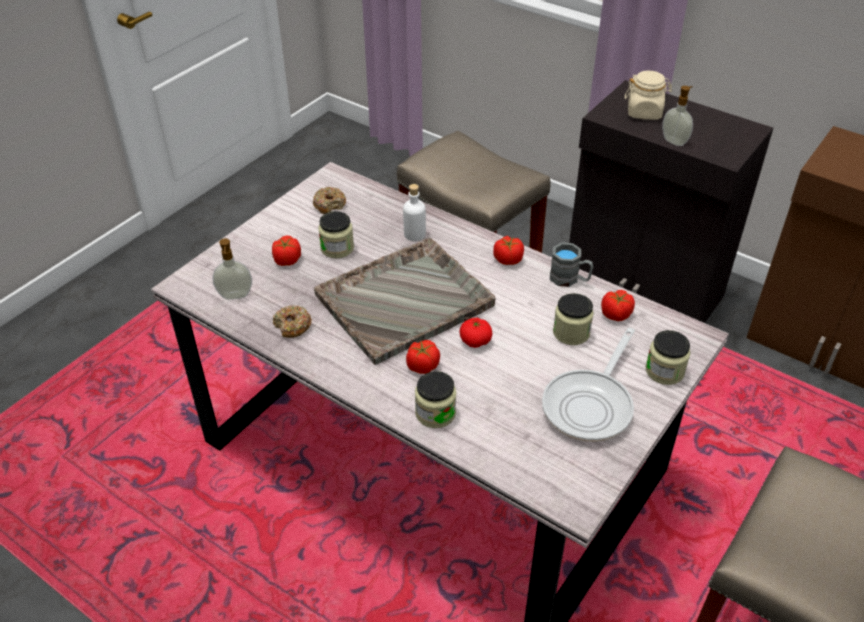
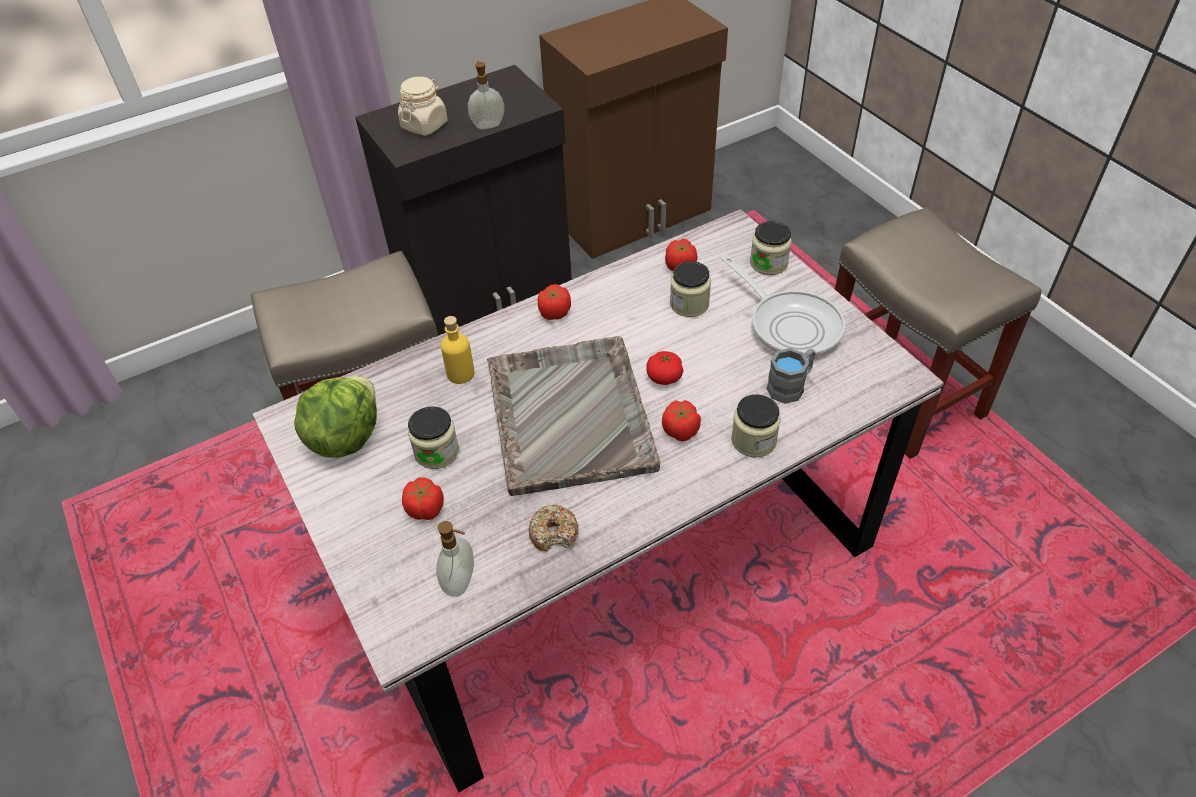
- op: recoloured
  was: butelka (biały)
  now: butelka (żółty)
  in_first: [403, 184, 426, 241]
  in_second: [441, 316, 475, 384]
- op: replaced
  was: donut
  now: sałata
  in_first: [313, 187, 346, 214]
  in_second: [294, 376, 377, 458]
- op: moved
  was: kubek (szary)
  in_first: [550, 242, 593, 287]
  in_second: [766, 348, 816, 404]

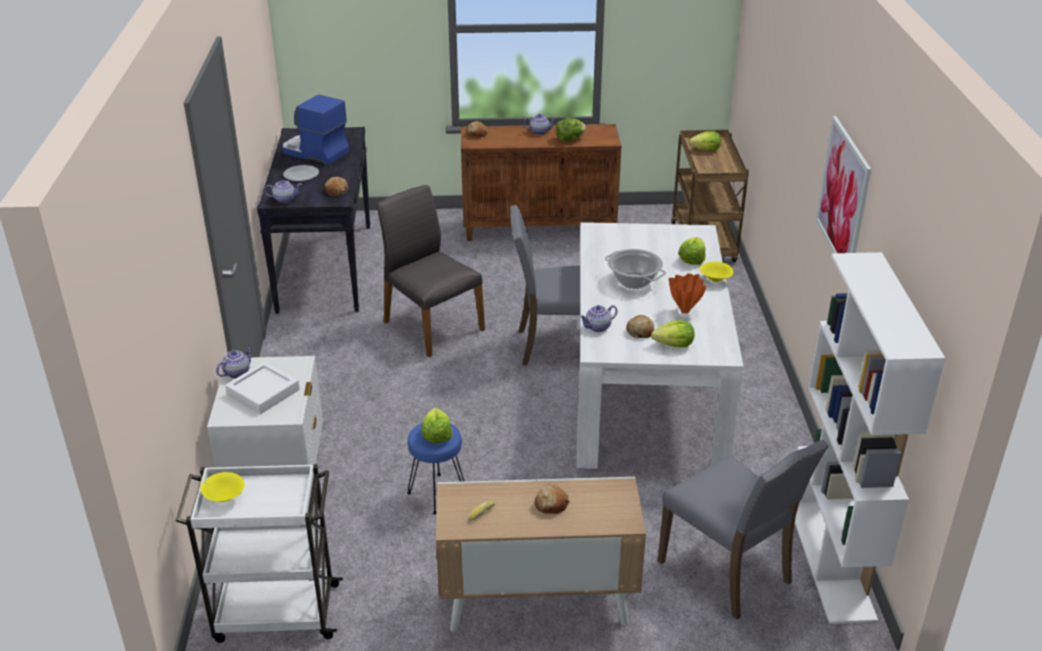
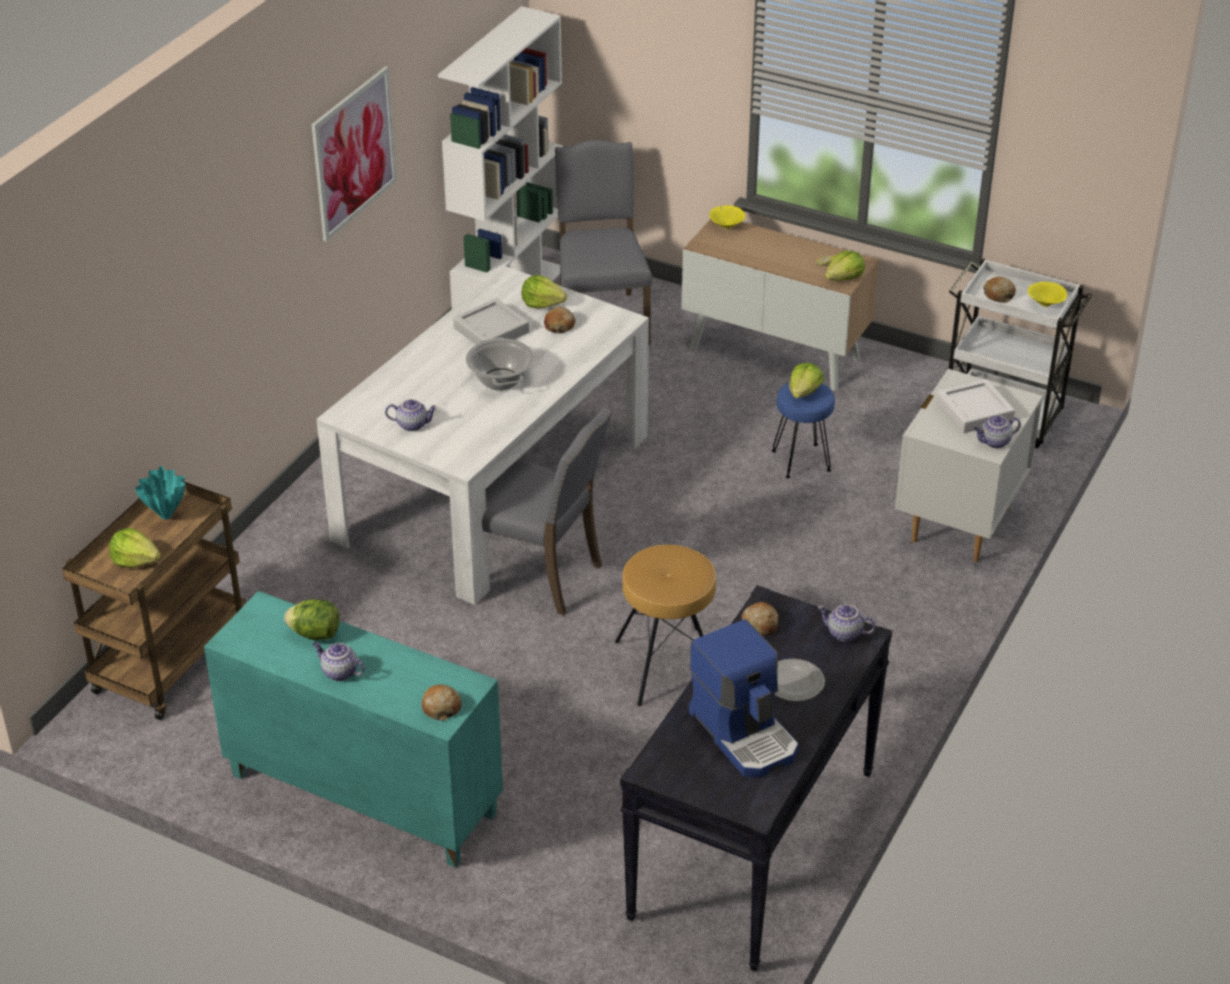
- op: recoloured
  was: szafka (brązowy)
  now: szafka (turkusowy)
  in_first: [461, 124, 622, 241]
  in_second: [204, 591, 503, 868]
- op: replaced
  was: krzesło (szary)
  now: stołek (brązowy)
  in_first: [377, 185, 485, 357]
  in_second: [615, 545, 716, 706]
- op: moved
  was: sałata
  in_first: [678, 237, 706, 264]
  in_second: [825, 251, 865, 281]
- op: moved
  was: miska (żółty)
  in_first: [700, 262, 733, 282]
  in_second: [709, 205, 745, 229]
- op: replaced
  was: wazon (pomarańczowy)
  now: taca (szary)
  in_first: [669, 273, 706, 314]
  in_second: [453, 298, 530, 344]
- op: moved
  was: imbryk
  in_first: [580, 305, 618, 332]
  in_second: [385, 399, 438, 431]
- op: moved
  was: chleb
  in_first: [535, 484, 570, 514]
  in_second: [983, 277, 1016, 303]
- op: added
  now: wazon (turkusowy)
  in_second: [135, 466, 185, 520]

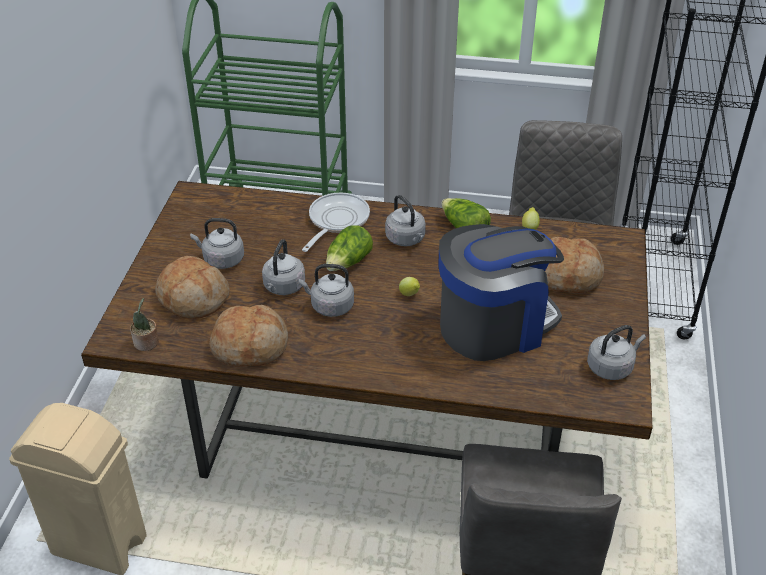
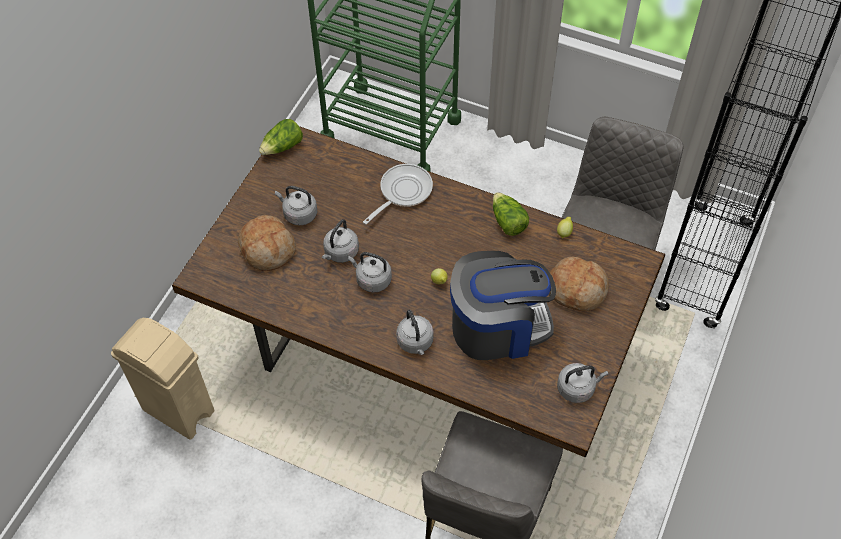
- op: moved
  was: czajnik (szary)
  in_first: [385, 195, 426, 246]
  in_second: [396, 310, 434, 355]
- op: moved
  was: sałata
  in_first: [326, 225, 373, 271]
  in_second: [259, 119, 303, 155]
- op: removed
  was: roślina doniczkowa
  in_first: [130, 298, 159, 351]
- op: removed
  was: chleb
  in_first: [209, 305, 288, 366]

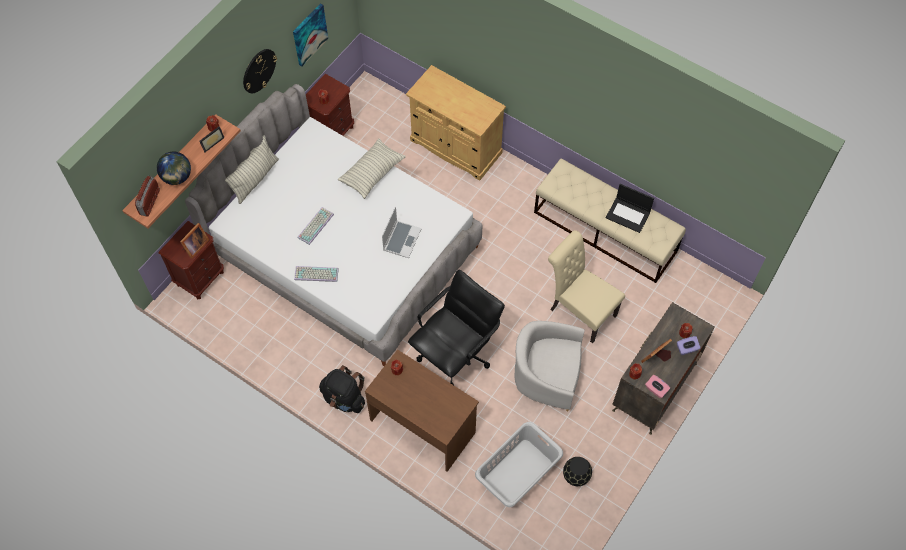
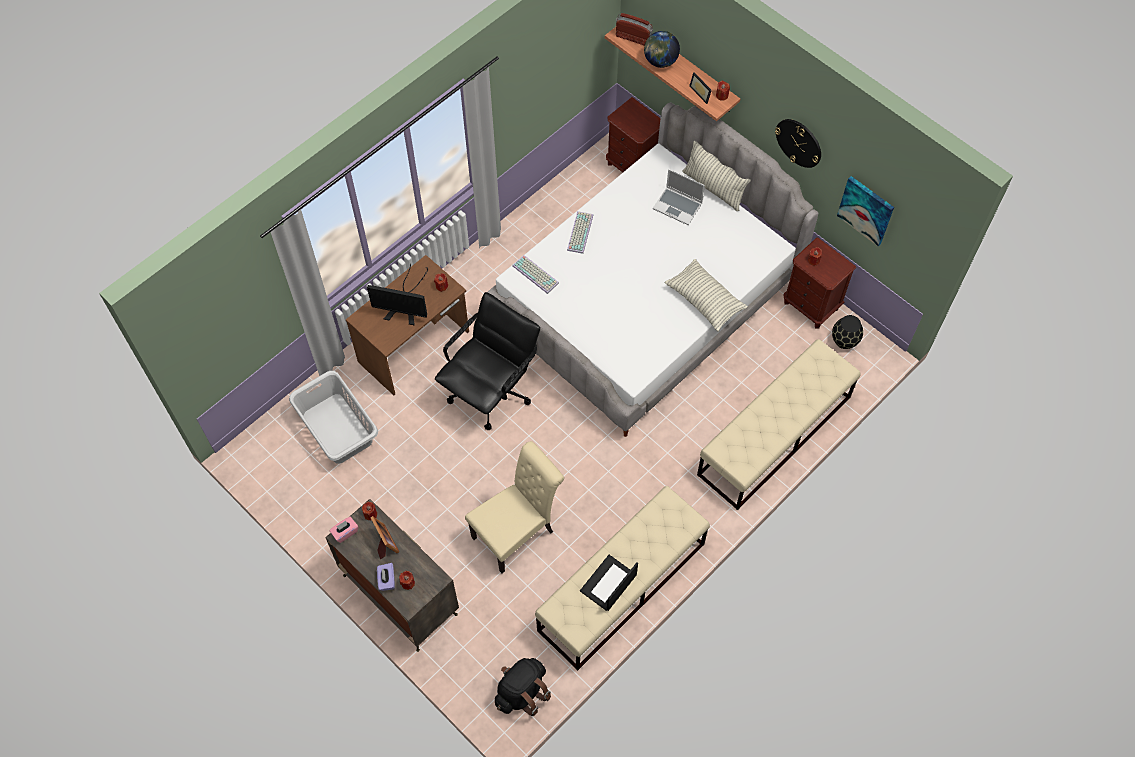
- op: replaced
  was: szafka (beżowy)
  now: ławka (beżowy)
  in_first: [406, 65, 506, 181]
  in_second: [697, 339, 861, 510]
- op: moved
  was: klawiatura
  in_first: [297, 207, 334, 245]
  in_second: [512, 255, 559, 294]
- op: moved
  was: laptop
  in_first: [382, 207, 422, 258]
  in_second: [653, 169, 705, 225]
- op: removed
  was: ramka na zdjęcie
  in_first: [180, 223, 209, 259]
- op: turned
  was: krzesło biurowe (czarny)
  in_first: [408, 270, 505, 385]
  in_second: [435, 292, 540, 430]
  clockwise: -105
- op: removed
  was: fotel (biały)
  in_first: [515, 321, 585, 411]
- op: moved
  was: plecak (czarny)
  in_first: [319, 365, 365, 413]
  in_second: [495, 658, 551, 716]
- op: moved
  was: wazon (czarny)
  in_first: [563, 457, 592, 486]
  in_second: [832, 315, 863, 349]
- op: added
  now: monitor
  in_second: [367, 264, 428, 326]

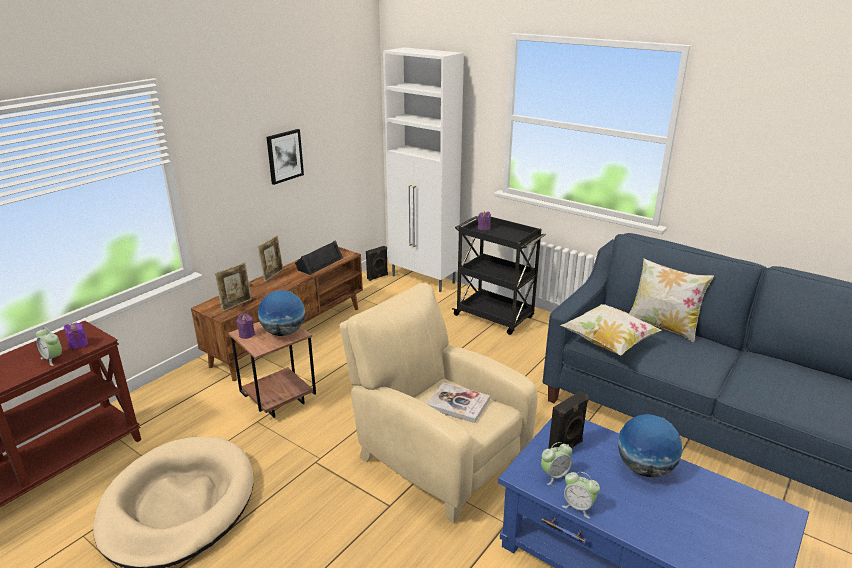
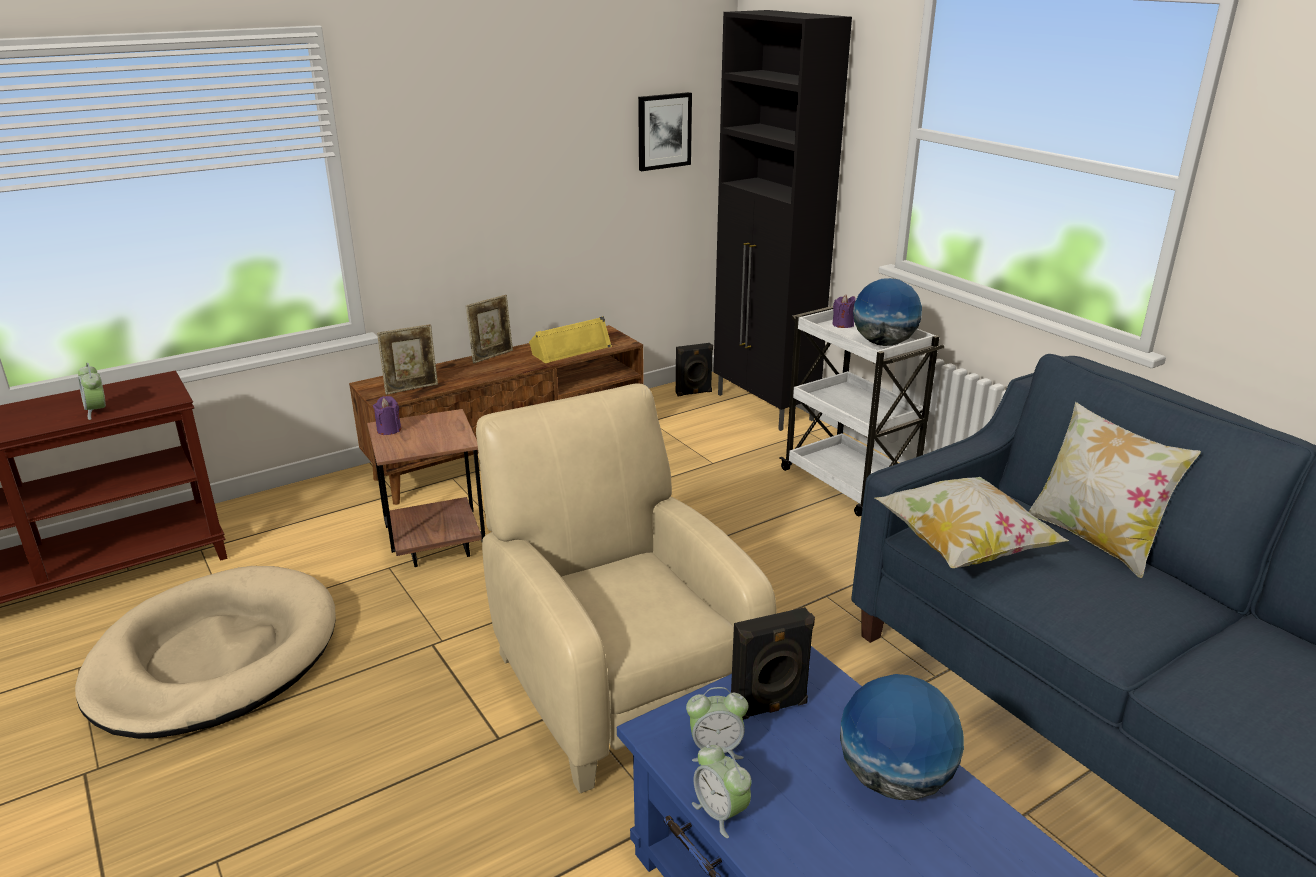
- op: recoloured
  was: szafka (biały)
  now: szafka (czarny)
  in_first: [383, 47, 464, 292]
  in_second: [714, 10, 852, 431]
- op: moved
  was: obraz
  in_first: [267, 129, 304, 185]
  in_second: [638, 92, 692, 171]
- op: recoloured
  was: wózek (czarny)
  now: wózek (biały)
  in_first: [452, 216, 546, 335]
  in_second: [779, 306, 944, 516]
- op: recoloured
  was: głośnik (czarny)
  now: głośnik (żółty)
  in_first: [295, 240, 343, 275]
  in_second: [529, 316, 612, 363]
- op: moved
  was: globus
  in_first: [258, 290, 305, 336]
  in_second: [853, 278, 922, 346]
- op: removed
  was: świeca (fioletowy)
  in_first: [64, 323, 88, 350]
- op: removed
  was: książka
  in_first: [427, 382, 490, 423]

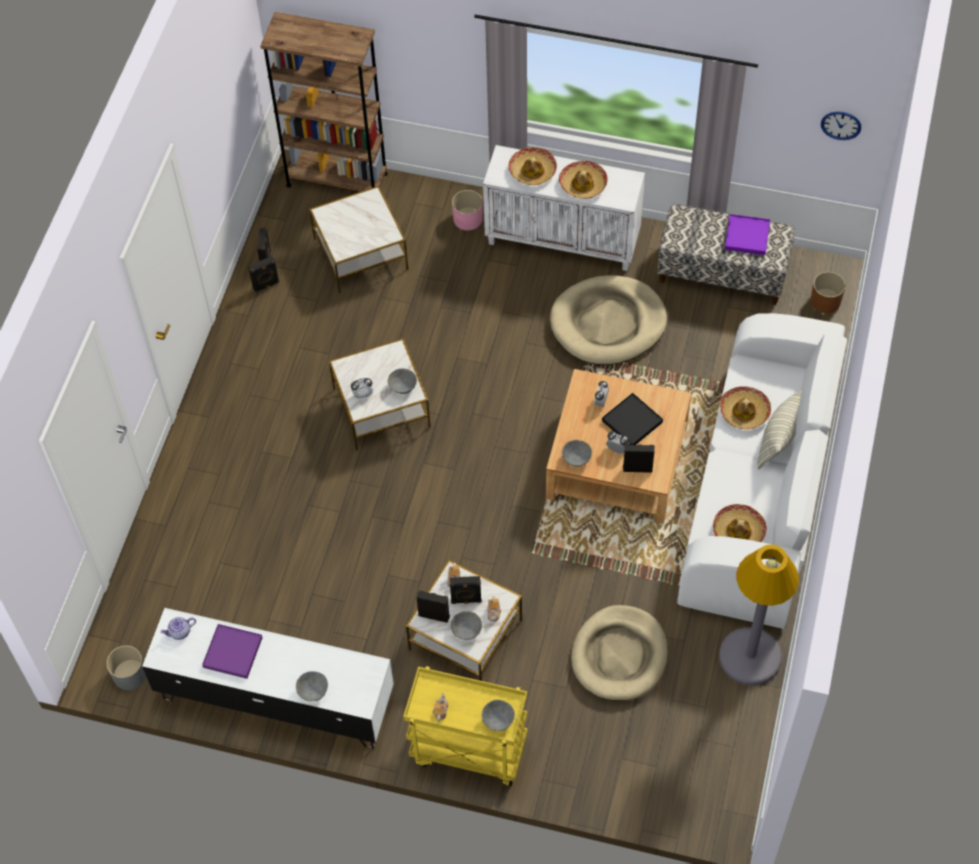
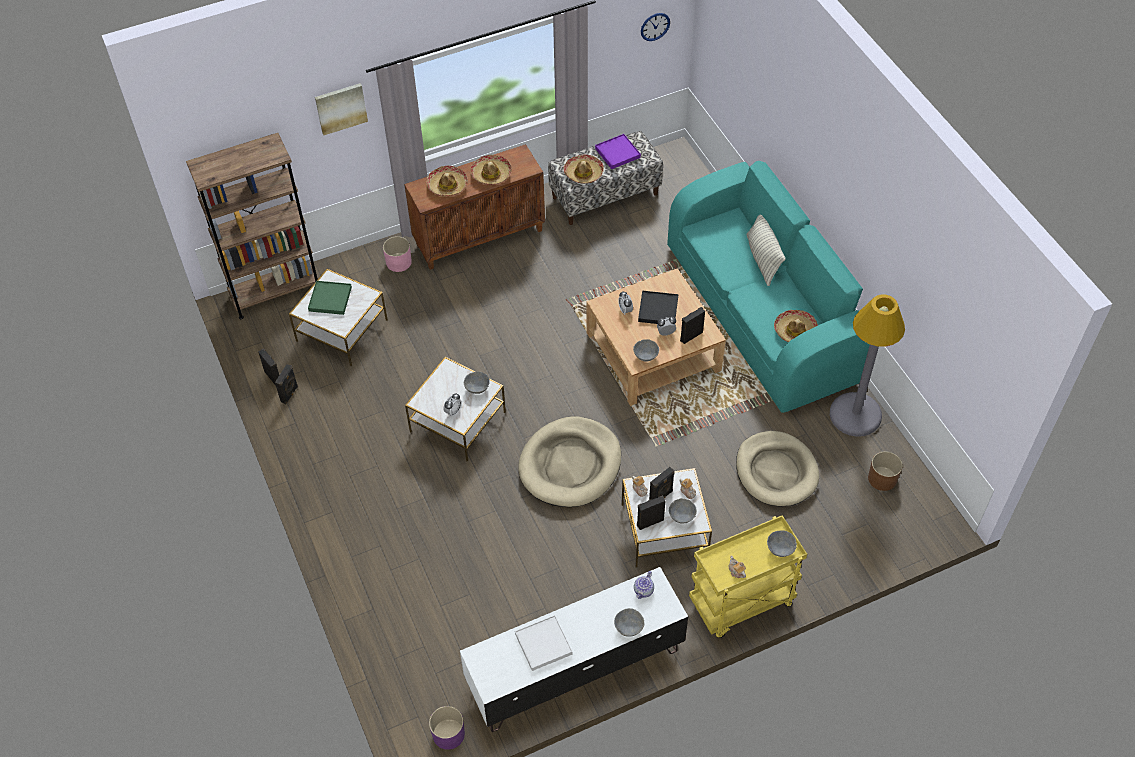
- op: recoloured
  was: szafka (biały)
  now: szafka (brązowy)
  in_first: [483, 145, 645, 271]
  in_second: [404, 144, 545, 270]
- op: moved
  was: donica (brązowy)
  in_first: [811, 272, 845, 313]
  in_second: [868, 451, 902, 491]
- op: moved
  was: legowisko (beżowy)
  in_first: [550, 275, 667, 365]
  in_second: [518, 416, 621, 507]
- op: recoloured
  was: kanapa (biały)
  now: kanapa (turkusowy)
  in_first: [677, 313, 847, 629]
  in_second: [667, 161, 870, 413]
- op: moved
  was: kapelusz
  in_first: [720, 386, 771, 430]
  in_second: [563, 155, 604, 184]
- op: moved
  was: imbryk
  in_first: [160, 617, 196, 640]
  in_second: [634, 571, 654, 599]
- op: recoloured
  was: taca (fioletowy)
  now: taca (biały)
  in_first: [202, 624, 262, 679]
  in_second: [515, 615, 572, 671]
- op: recoloured
  was: donica (szary)
  now: donica (fioletowy)
  in_first: [106, 645, 146, 690]
  in_second: [429, 706, 465, 750]
- op: added
  now: obraz
  in_second: [315, 83, 368, 135]
- op: added
  now: taca (zielony)
  in_second: [308, 281, 352, 315]

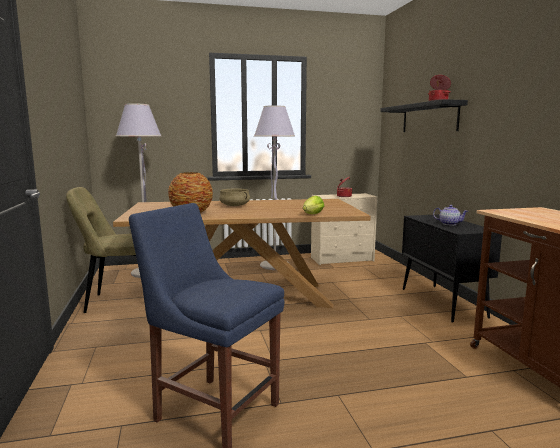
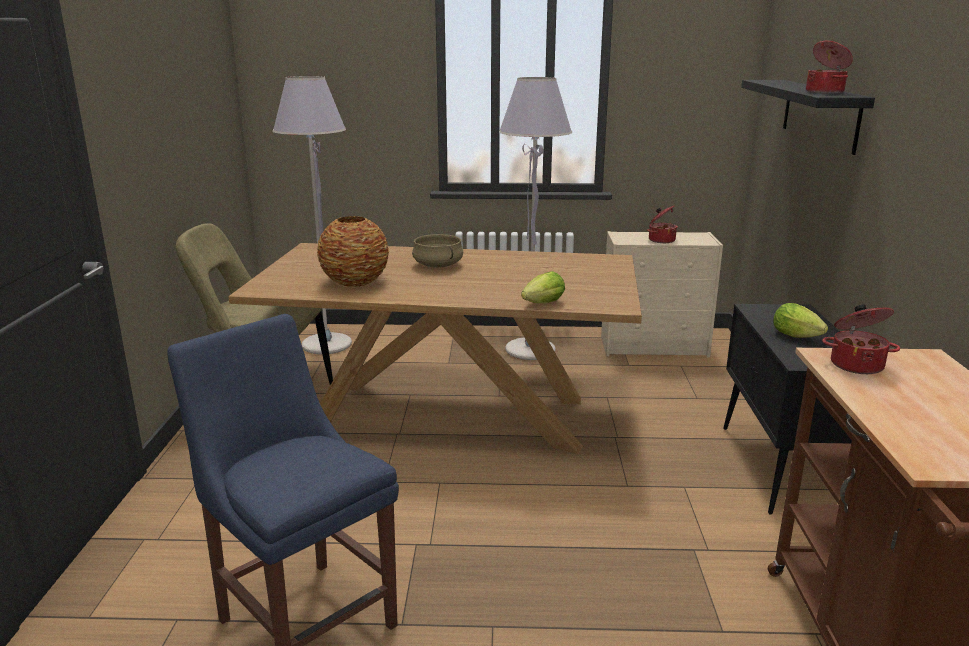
- op: replaced
  was: imbryk
  now: sałata
  in_first: [433, 205, 468, 225]
  in_second: [773, 303, 828, 338]
- op: added
  now: garnek
  in_second: [822, 304, 900, 374]

